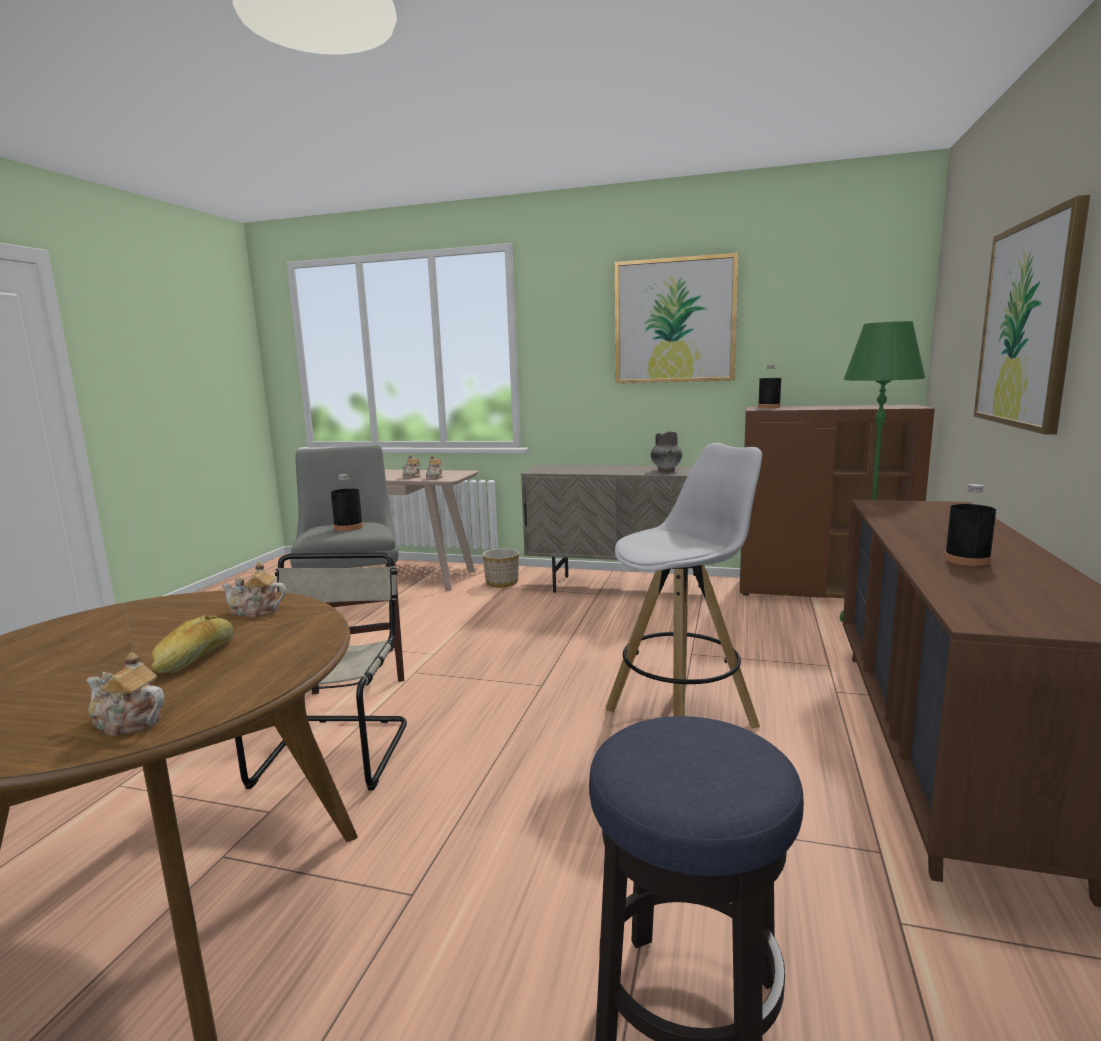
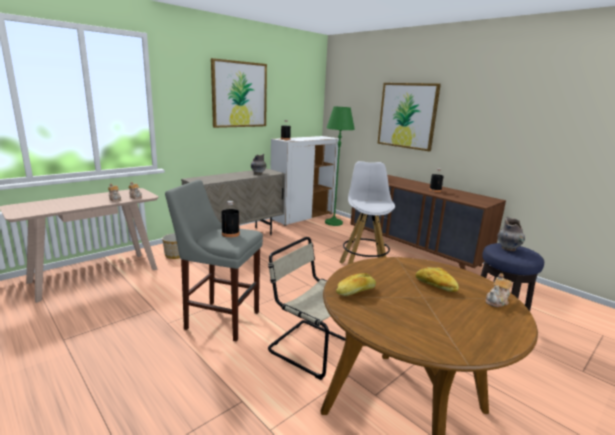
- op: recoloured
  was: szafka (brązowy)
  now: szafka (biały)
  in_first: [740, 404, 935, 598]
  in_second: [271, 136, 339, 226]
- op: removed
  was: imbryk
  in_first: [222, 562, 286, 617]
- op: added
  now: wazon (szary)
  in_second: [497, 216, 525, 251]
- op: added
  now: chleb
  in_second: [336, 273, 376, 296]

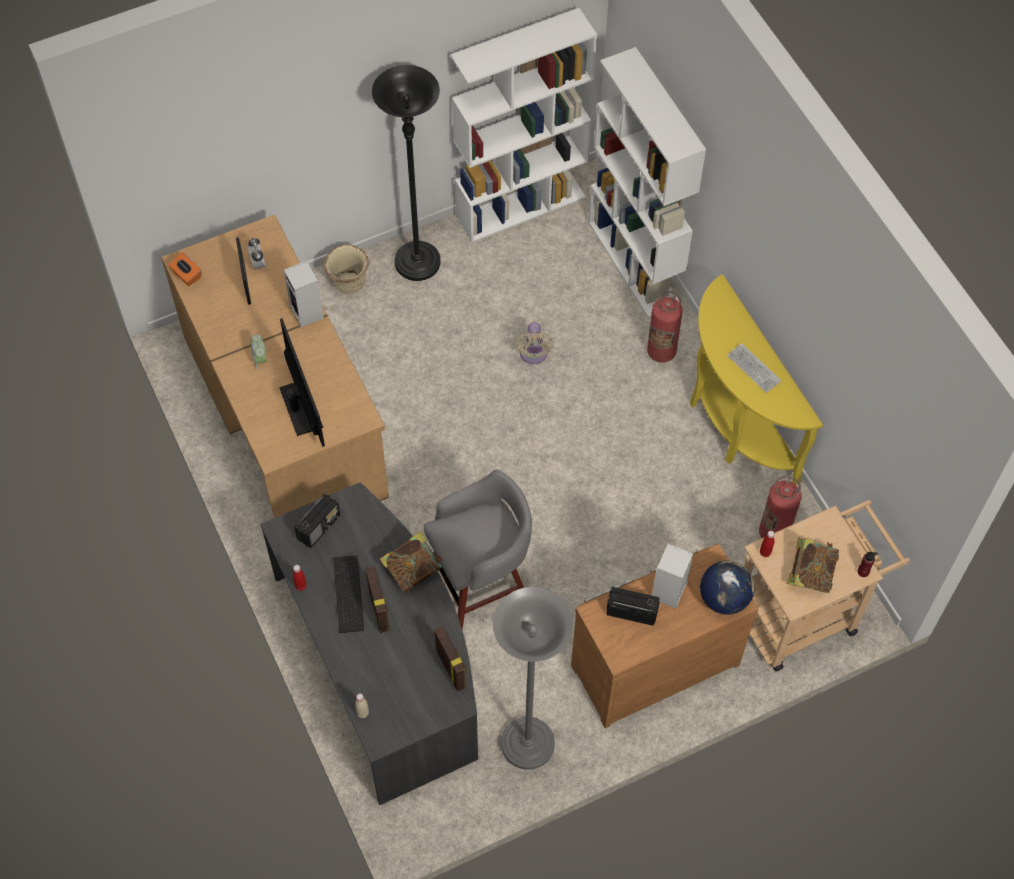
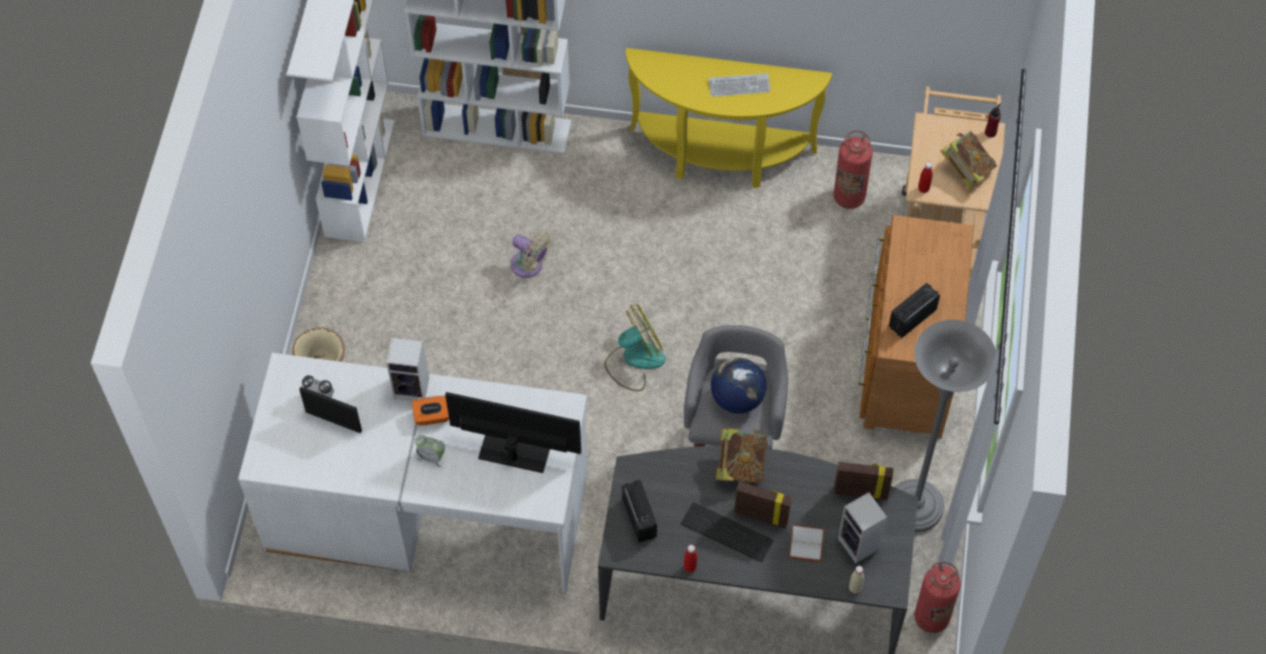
- op: removed
  was: lampa stojąca (czarny)
  in_first: [372, 65, 441, 281]
- op: recoloured
  was: biurko (brązowy)
  now: biurko (biały)
  in_first: [161, 214, 389, 518]
  in_second: [238, 353, 587, 594]
- op: moved
  was: pudełko chusteczek (pomarańczowy)
  in_first: [169, 252, 202, 286]
  in_second: [412, 396, 449, 426]
- op: moved
  was: gaśnica
  in_first: [647, 291, 683, 363]
  in_second: [914, 561, 961, 633]
- op: moved
  was: głośnik
  in_first: [652, 544, 693, 609]
  in_second: [838, 492, 887, 563]
- op: moved
  was: globus
  in_first: [700, 560, 755, 615]
  in_second: [711, 358, 767, 414]
- op: added
  now: wentylator
  in_second: [604, 304, 666, 391]
- op: added
  now: książka (biały)
  in_second: [789, 525, 824, 562]

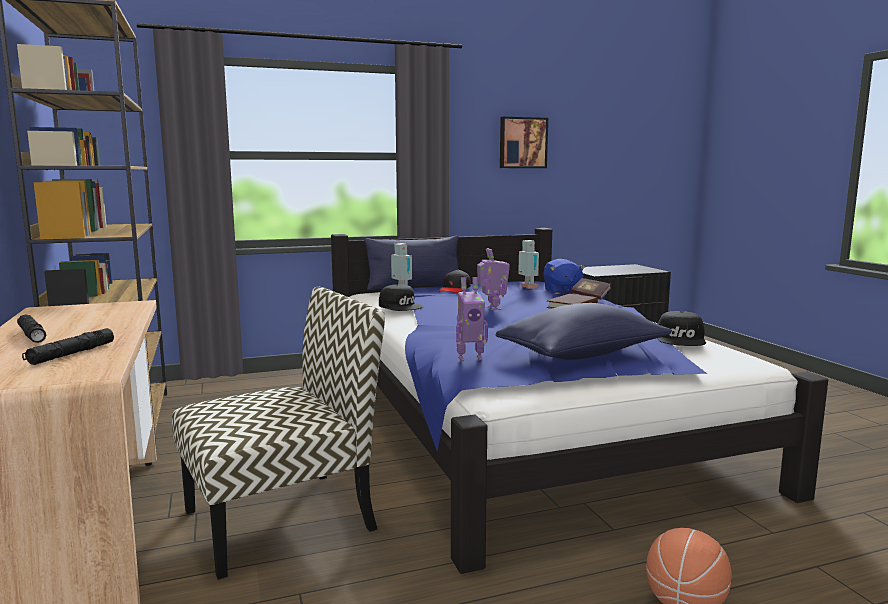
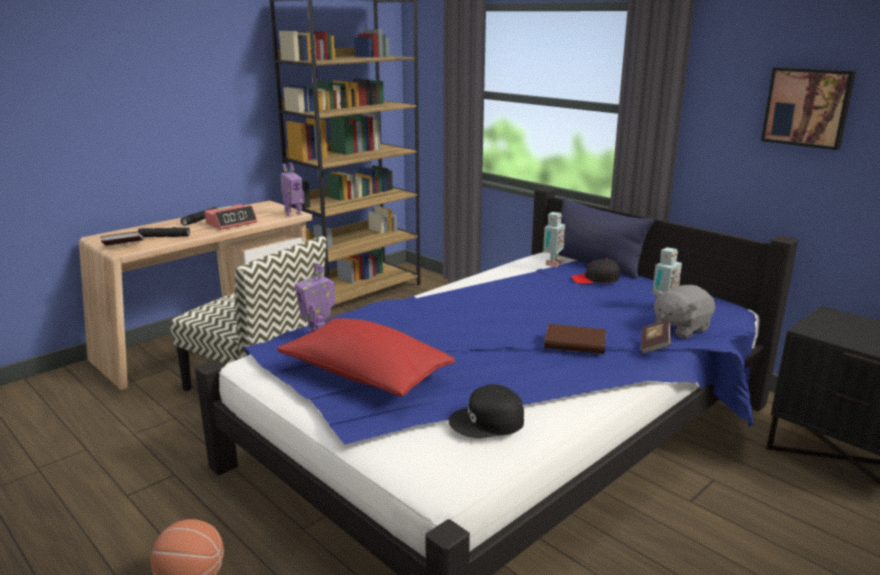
- op: moved
  was: robot zabawkowy
  in_first: [477, 248, 510, 310]
  in_second: [280, 162, 304, 217]
- op: recoloured
  was: pluszak (niebieski)
  now: pluszak (szary)
  in_first: [543, 259, 585, 294]
  in_second: [654, 285, 715, 338]
- op: removed
  was: czapka z daszkiem (czarny)
  in_first: [379, 284, 424, 311]
- op: recoloured
  was: poduszka (niebieski)
  now: poduszka (czerwony)
  in_first: [496, 303, 672, 360]
  in_second: [277, 318, 455, 396]
- op: added
  now: budzik
  in_second: [205, 204, 257, 230]
- op: added
  now: książka
  in_second: [100, 232, 144, 246]

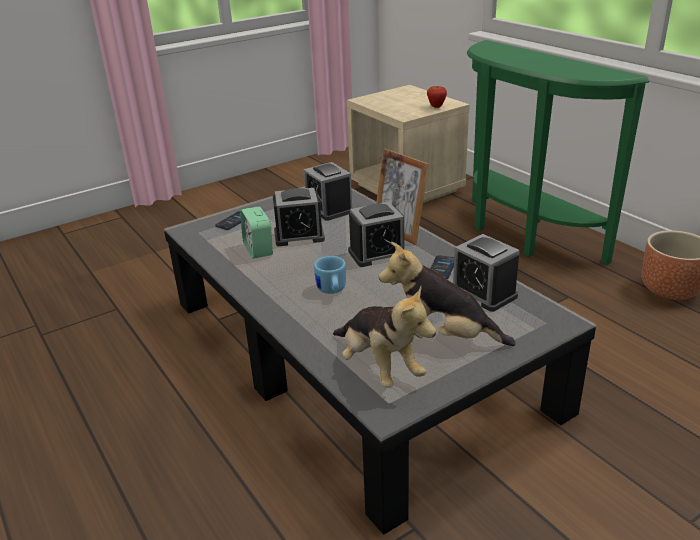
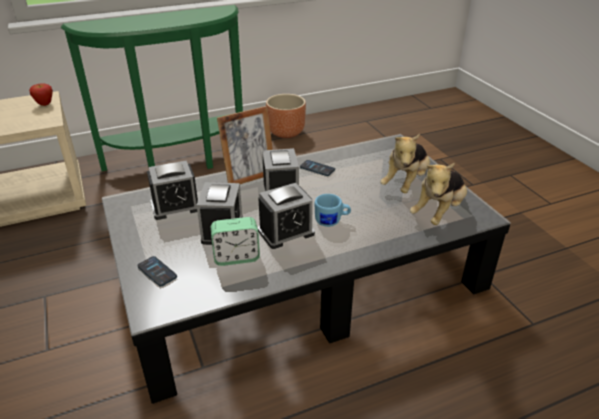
- op: moved
  was: budzik
  in_first: [453, 234, 520, 312]
  in_second: [258, 183, 315, 249]
- op: turned
  was: pluszak
  in_first: [333, 286, 436, 388]
  in_second: [410, 163, 467, 225]
  clockwise: 150

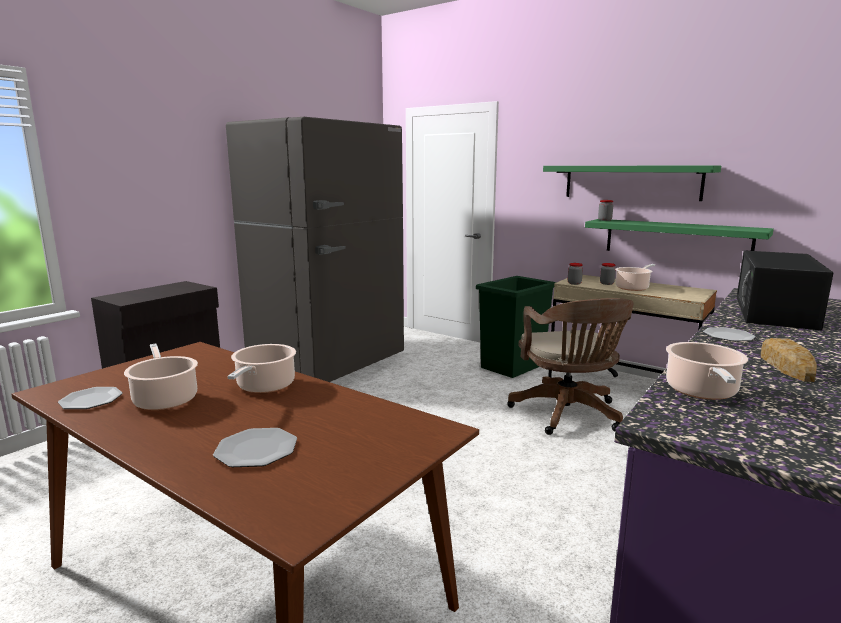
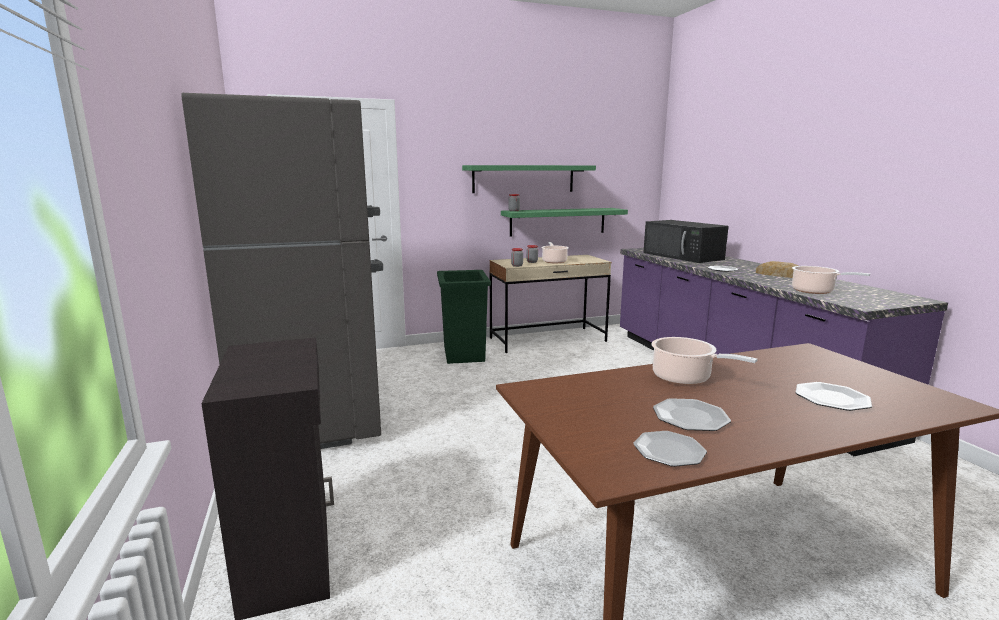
- op: removed
  was: krzesło biurowe (brązowy)
  in_first: [507, 298, 634, 435]
- op: replaced
  was: garnek
  now: talerz
  in_first: [124, 344, 198, 410]
  in_second: [653, 398, 731, 431]

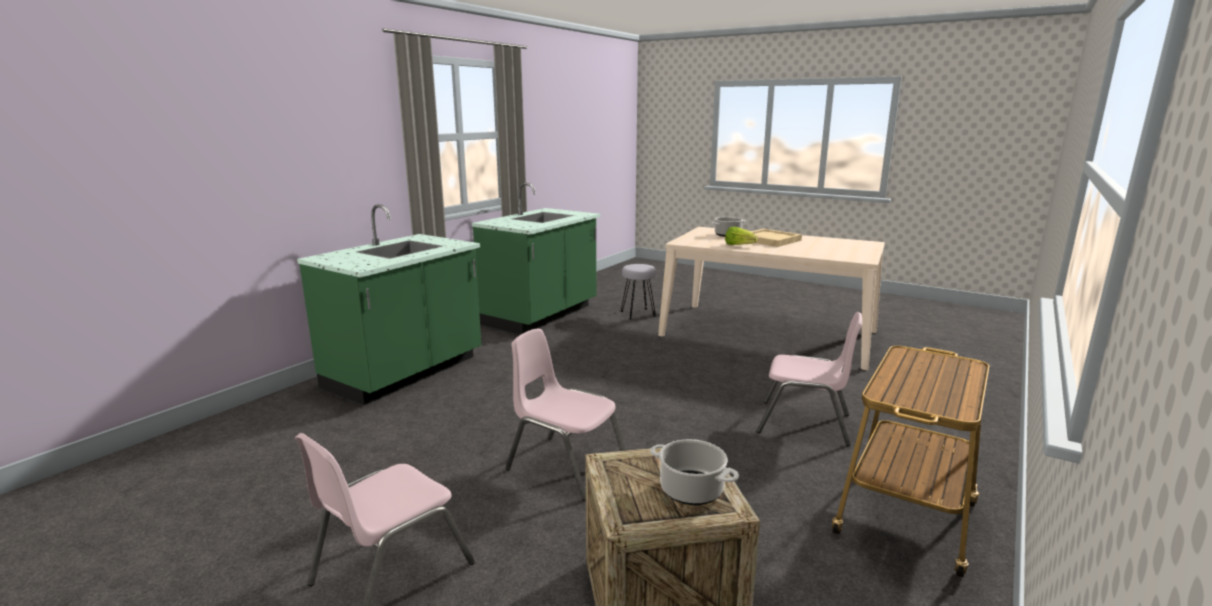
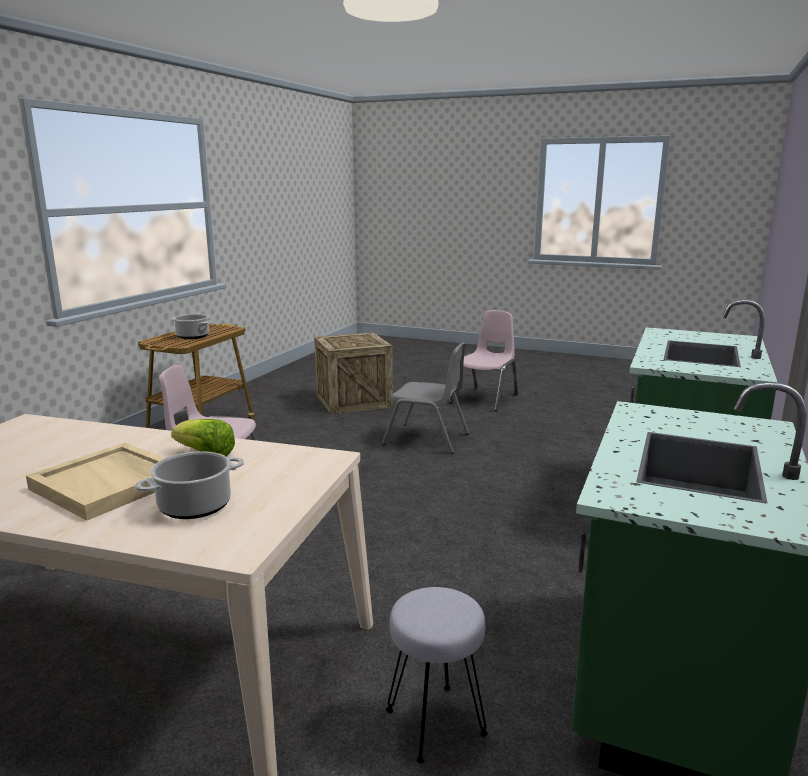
- op: recoloured
  was: krzesło (różowy)
  now: krzesło (szary)
  in_first: [505, 329, 626, 501]
  in_second: [382, 342, 469, 454]
- op: moved
  was: garnek
  in_first: [650, 439, 739, 505]
  in_second: [171, 314, 212, 339]

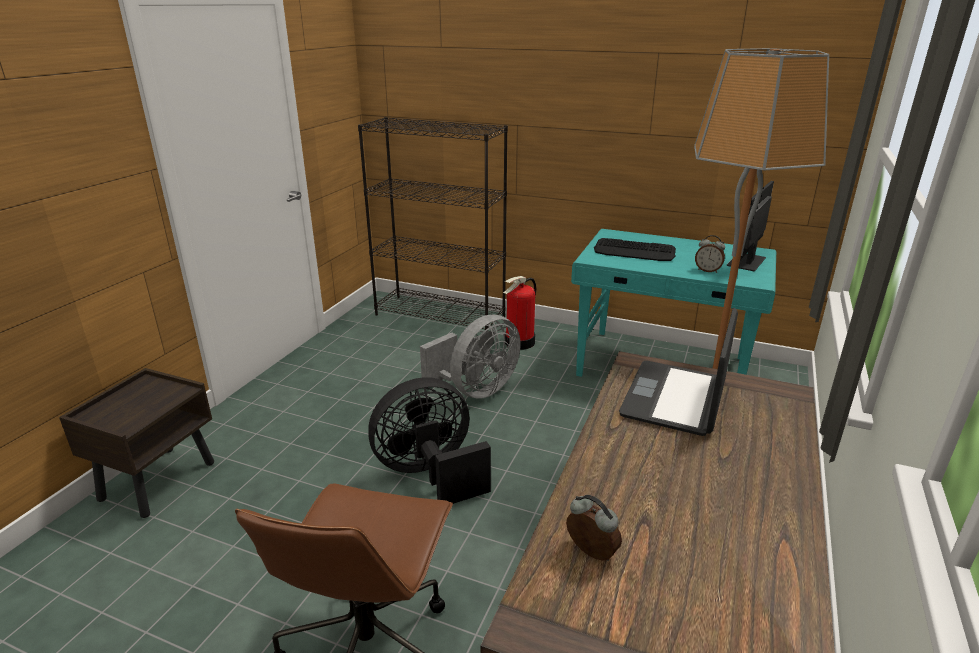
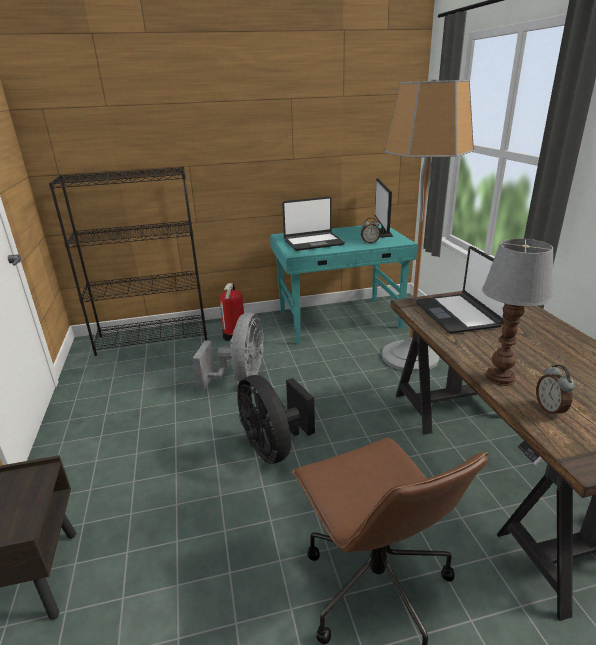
- op: replaced
  was: klawiatura
  now: laptop
  in_first: [594, 238, 676, 261]
  in_second: [282, 196, 345, 251]
- op: turned
  was: wentylator (czarny)
  in_first: [368, 377, 491, 504]
  in_second: [237, 375, 315, 464]
  clockwise: -60
- op: turned
  was: budzik
  in_first: [566, 495, 622, 561]
  in_second: [536, 365, 575, 418]
  clockwise: -105
- op: added
  now: lampa stołowa
  in_second: [482, 238, 554, 386]

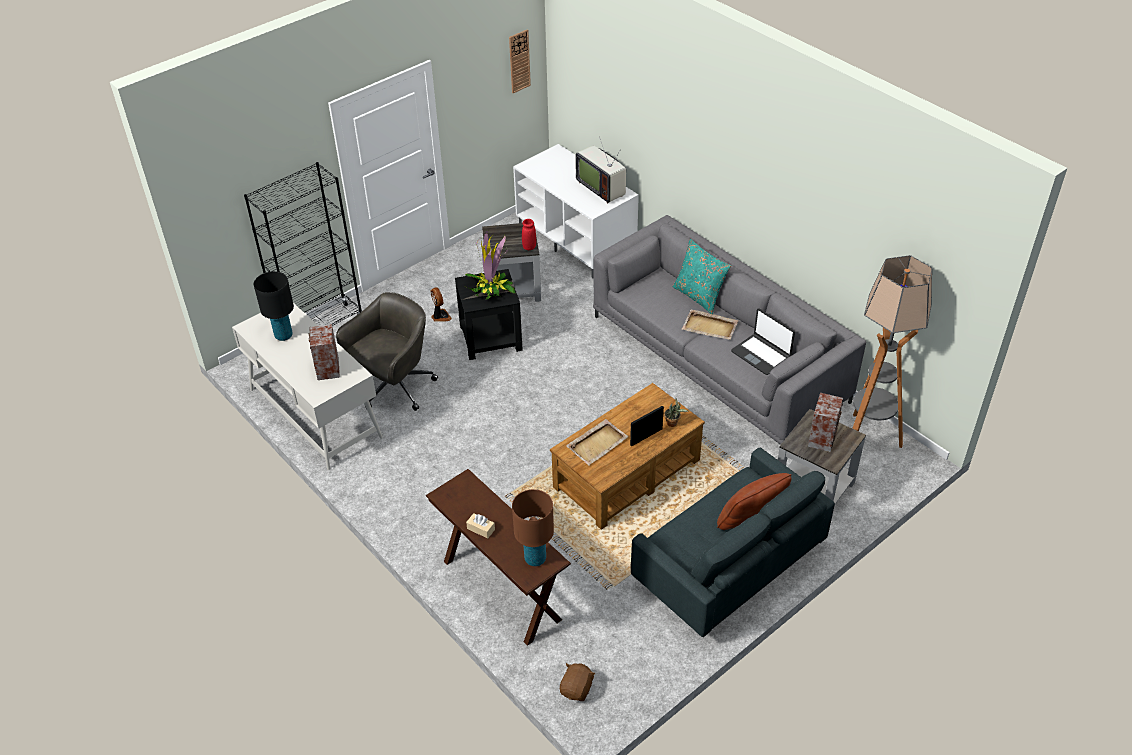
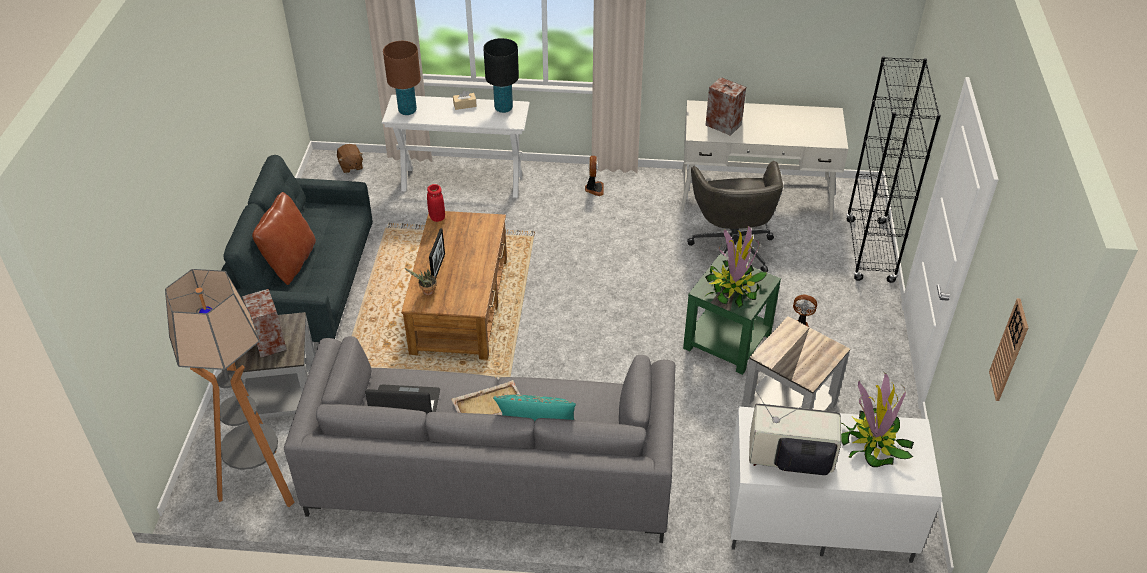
- op: moved
  was: wazon (czerwony)
  in_first: [522, 219, 536, 250]
  in_second: [427, 184, 445, 222]
- op: recoloured
  was: stolik (czarny)
  now: stolik (zielony)
  in_first: [455, 269, 523, 360]
  in_second: [683, 254, 781, 375]
- op: moved
  was: lampa stołowa (czarny)
  in_first: [254, 271, 294, 341]
  in_second: [483, 38, 519, 113]
- op: removed
  was: taca (beżowy)
  in_first: [566, 419, 628, 466]
- op: recoloured
  was: stolik konsolowy (brązowy)
  now: stolik konsolowy (biały)
  in_first: [426, 469, 571, 646]
  in_second: [382, 95, 530, 198]
- op: added
  now: wentylator
  in_second: [585, 156, 604, 196]
- op: added
  now: roślina doniczkowa
  in_second: [841, 372, 914, 467]

